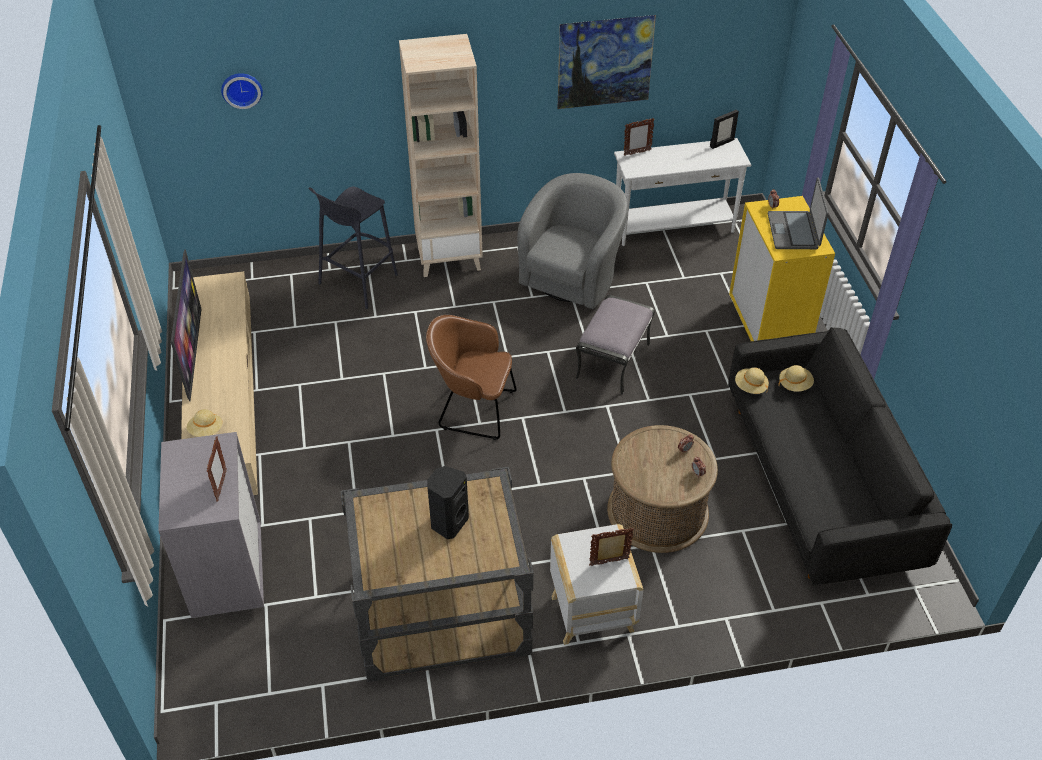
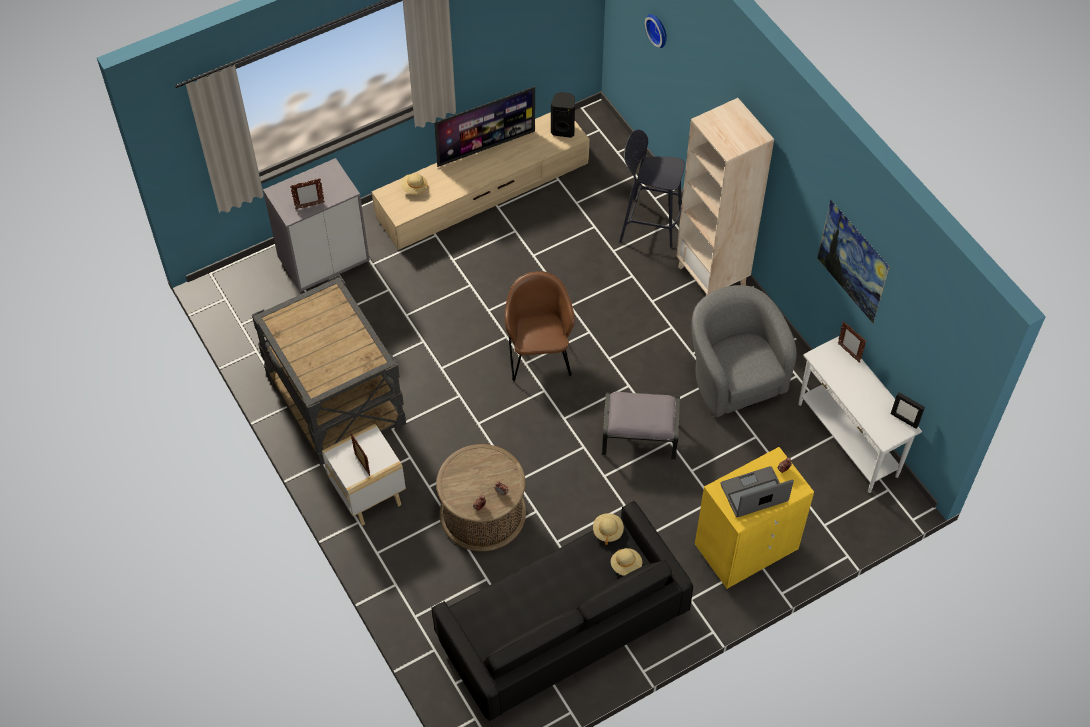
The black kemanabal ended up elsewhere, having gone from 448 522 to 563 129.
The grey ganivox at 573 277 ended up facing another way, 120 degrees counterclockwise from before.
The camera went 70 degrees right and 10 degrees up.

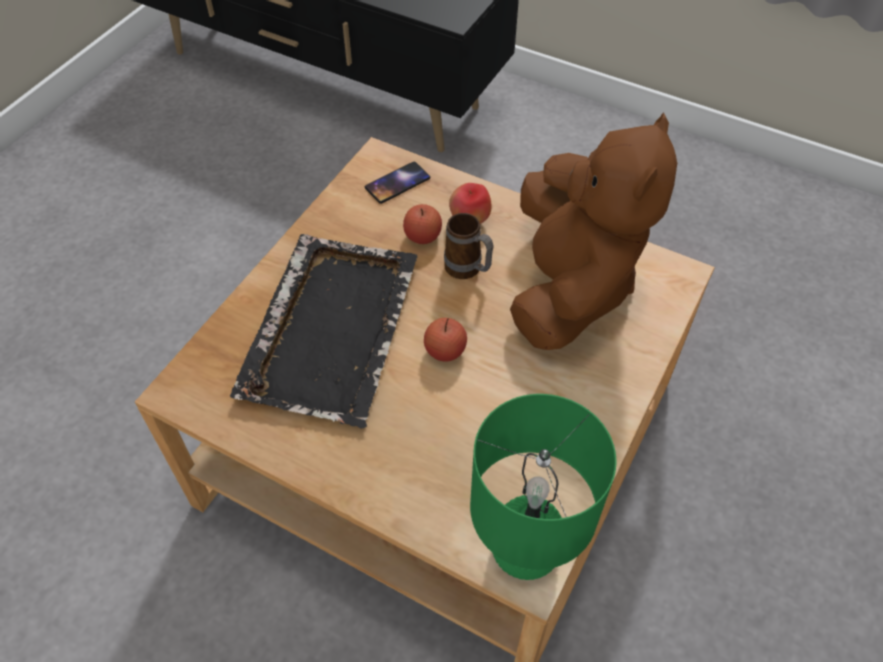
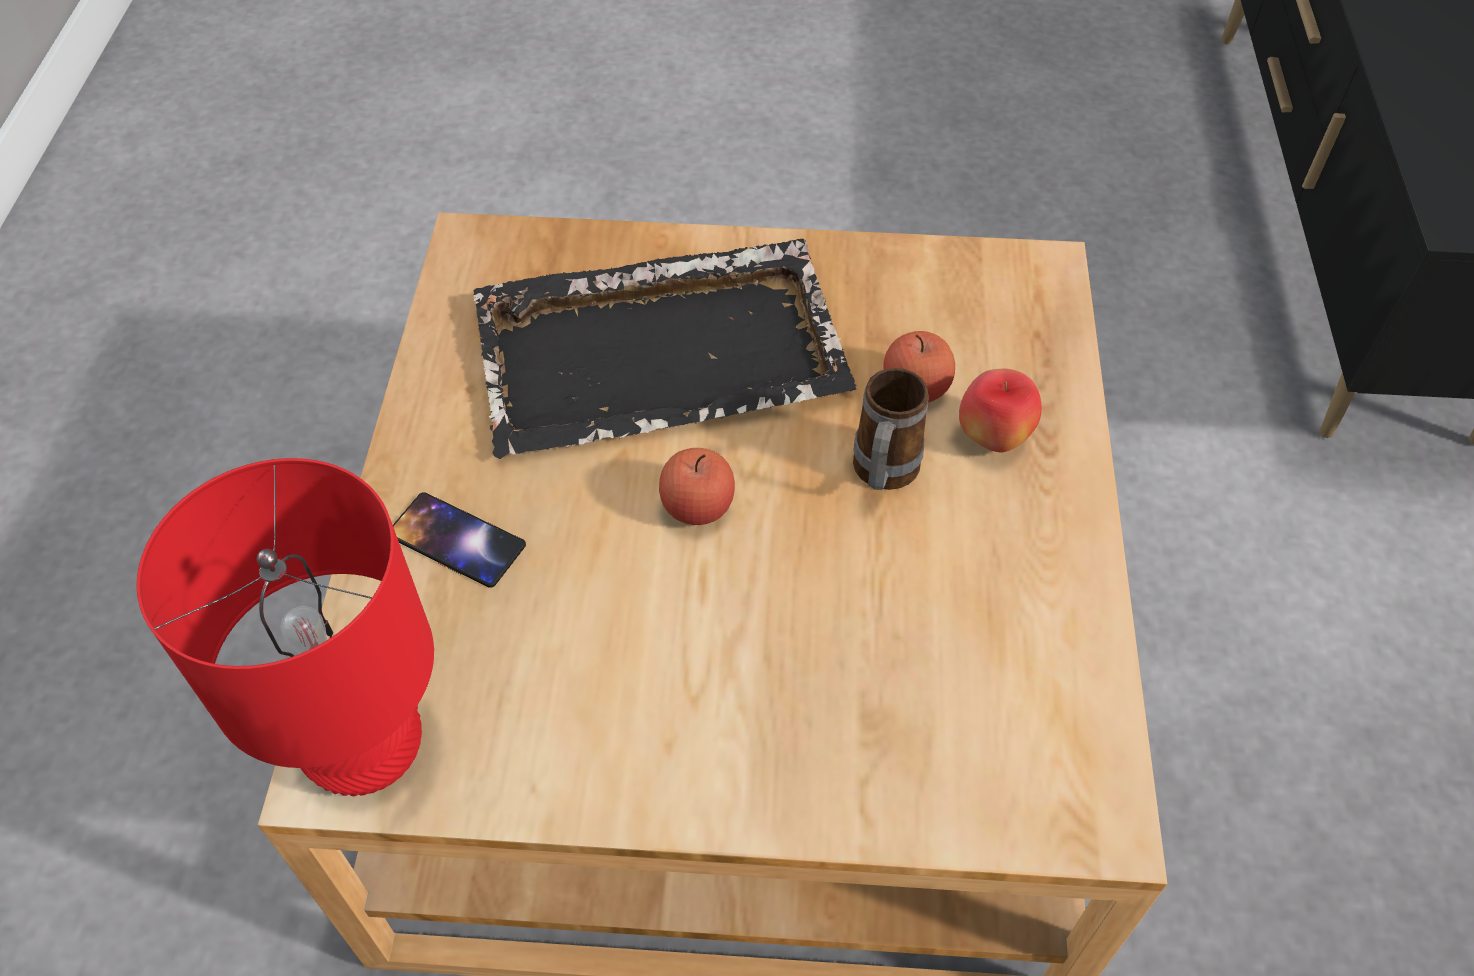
The second view lost the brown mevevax at 570 287.
The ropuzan ended up elsewhere, having gone from 397 183 to 456 540.
What was the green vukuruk at 528 551 turned into the red vukuruk at 369 755.
The camera went 65 degrees right and 0 degrees up.

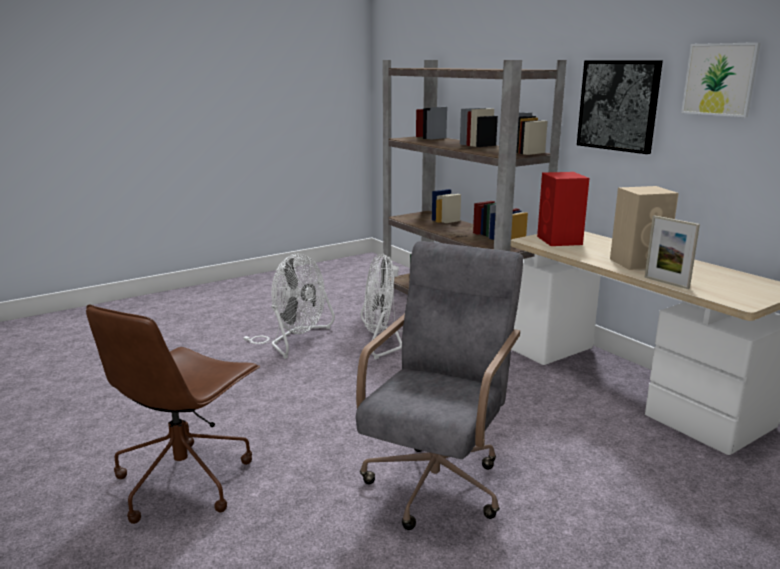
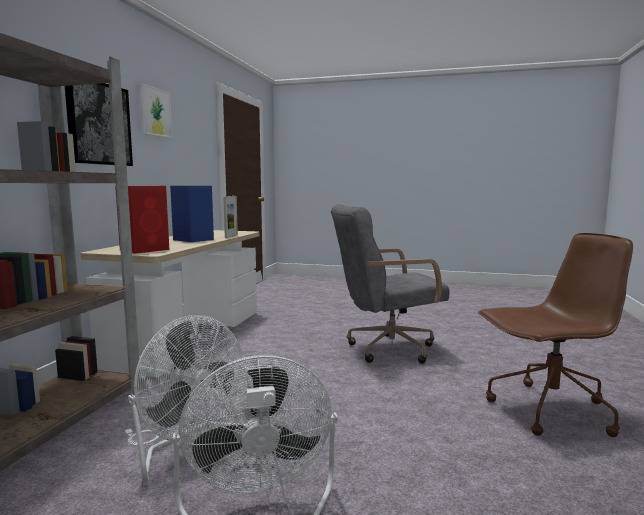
What was the beige kemanabal at 639 263 turned into the blue kemanabal at 192 239.
The camera went 130 degrees left and 10 degrees down.

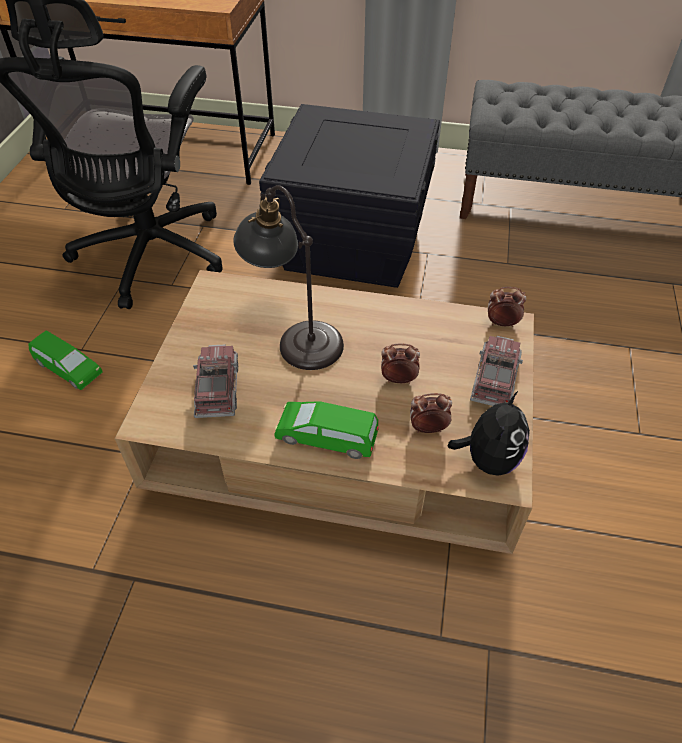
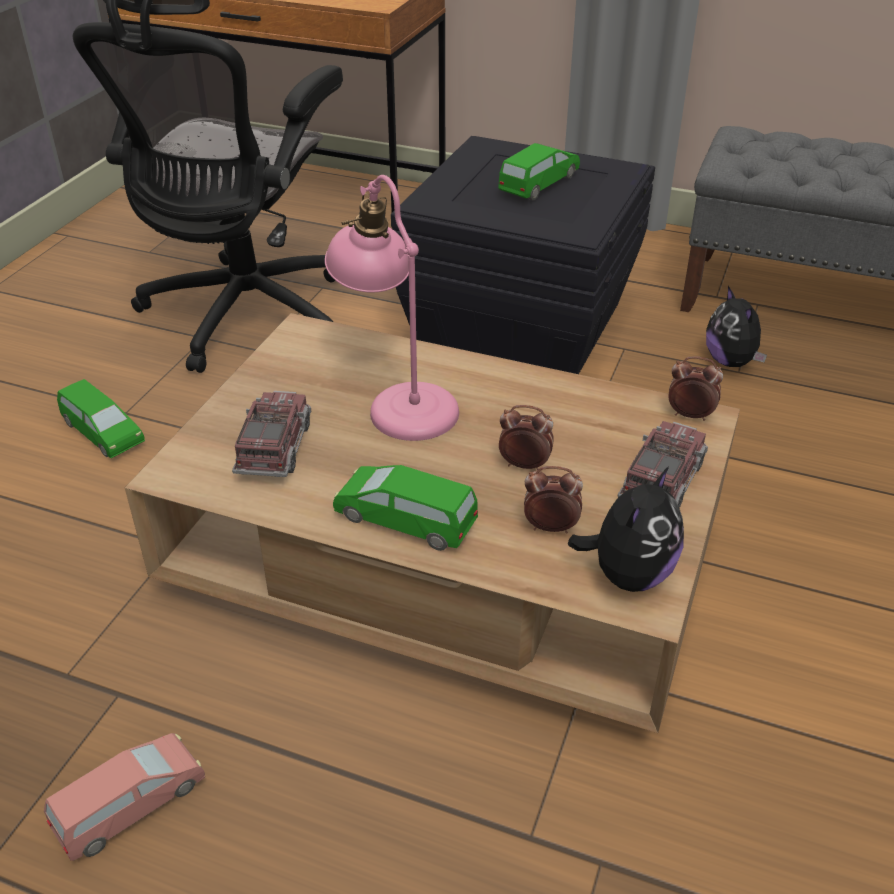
The second view gained the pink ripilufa at 130 805.
The second view gained the green ripilufa at 538 184.
The second view gained the mevevax at 731 361.
What was the grey vukuruk at 292 330 turned into the pink vukuruk at 394 393.
The camera went 10 degrees right and 10 degrees down.

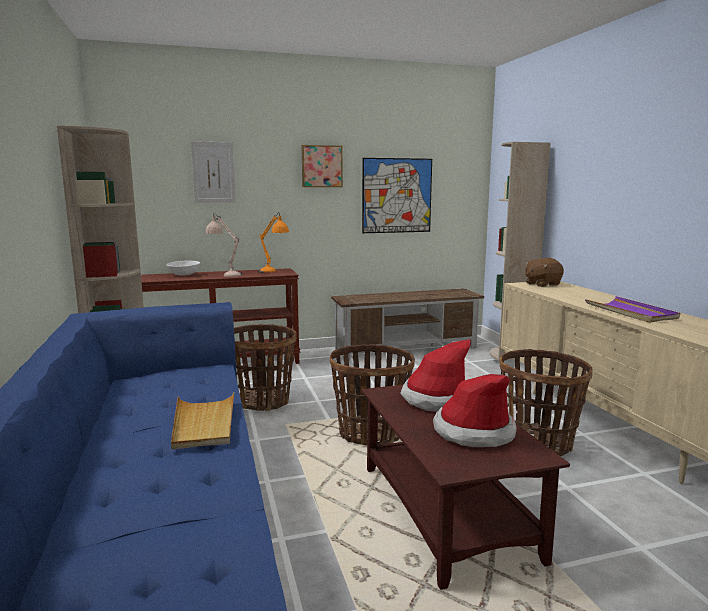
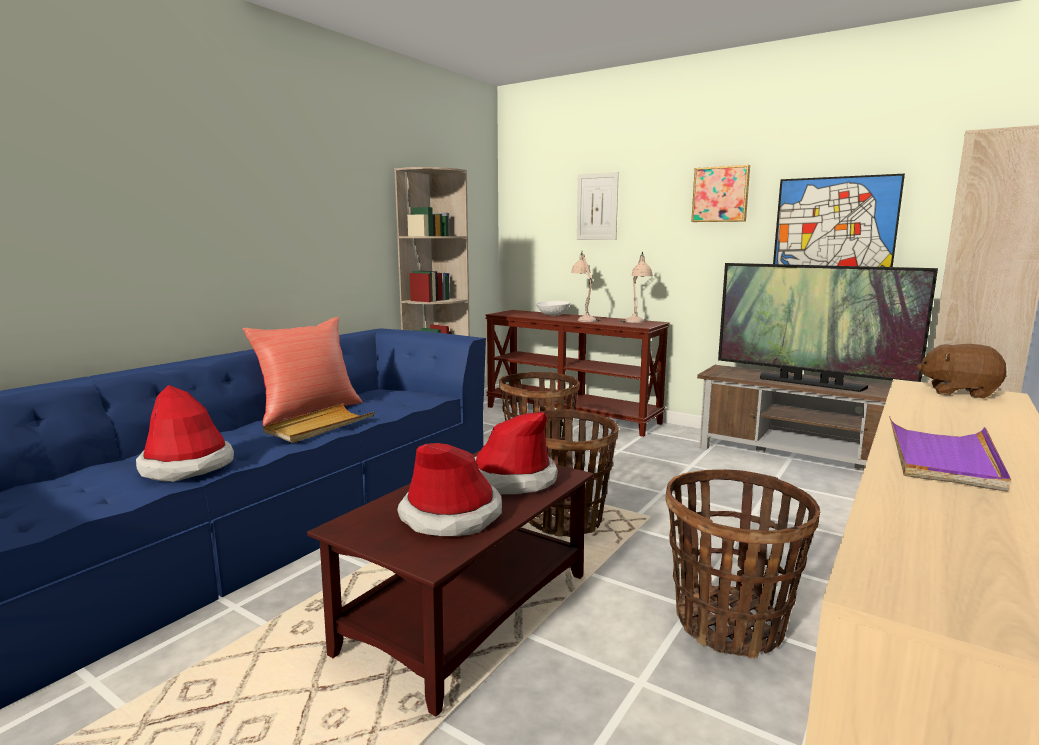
The second view gained the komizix at 187 466.
The second view gained the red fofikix at 308 411.
The second view gained the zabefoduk at 810 383.
What was the orange vukuruk at 273 272 turned into the beige vukuruk at 636 323.
The camera went 50 degrees right and 0 degrees up.

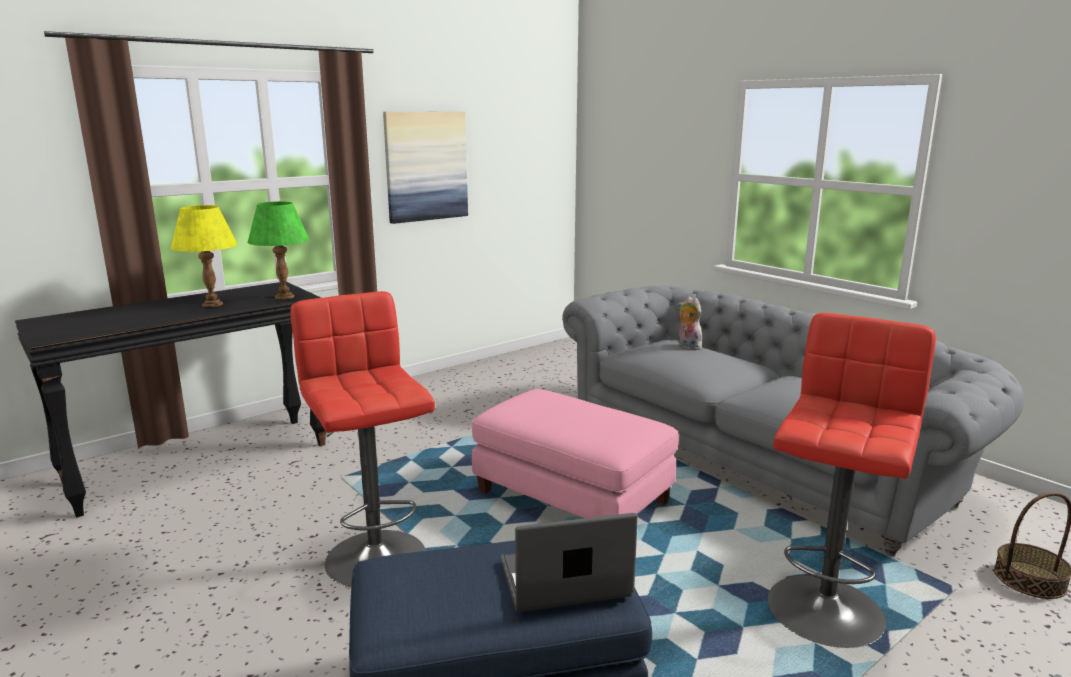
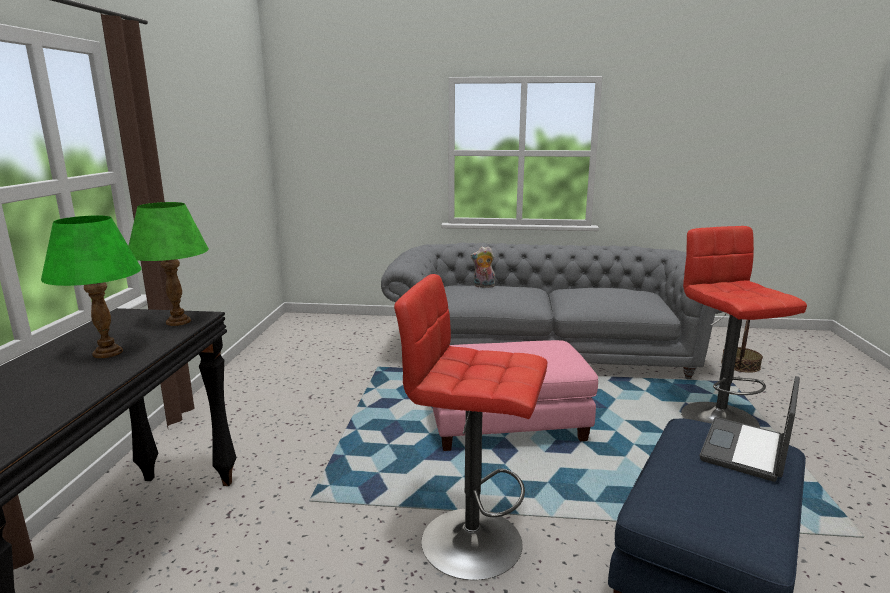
The second view lost the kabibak at 426 166.
What was the yellow vukuruk at 213 304 turned into the green vukuruk at 108 352.
The camera went 45 degrees left and 0 degrees up.

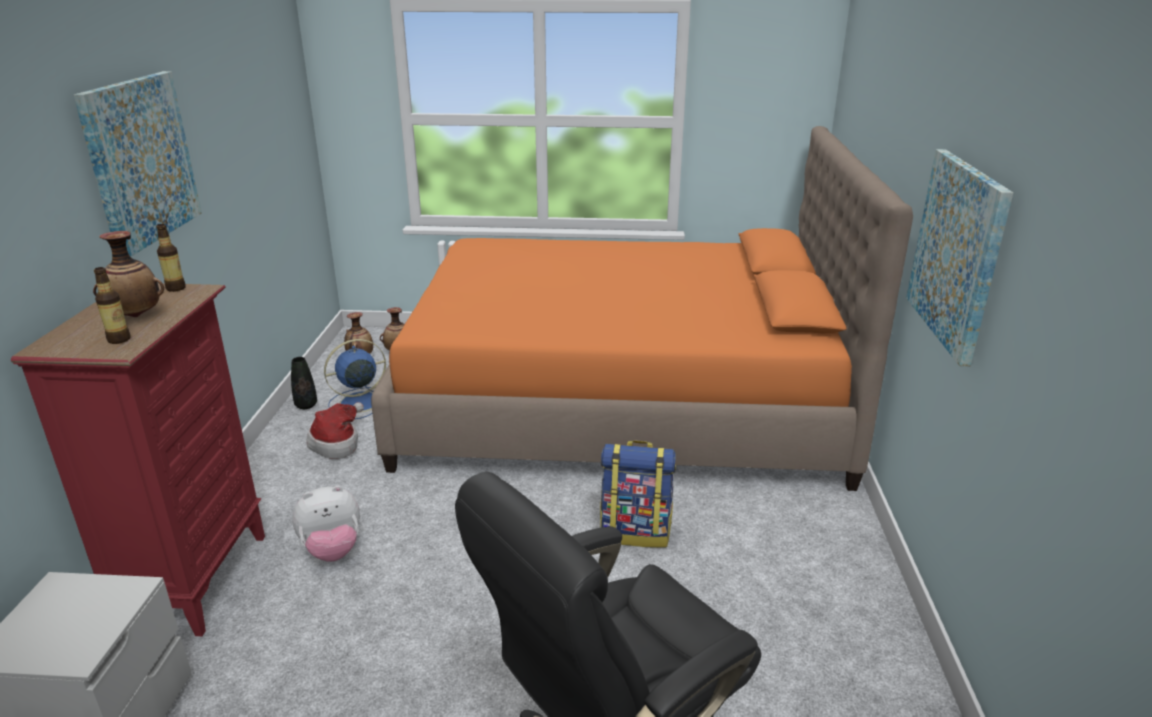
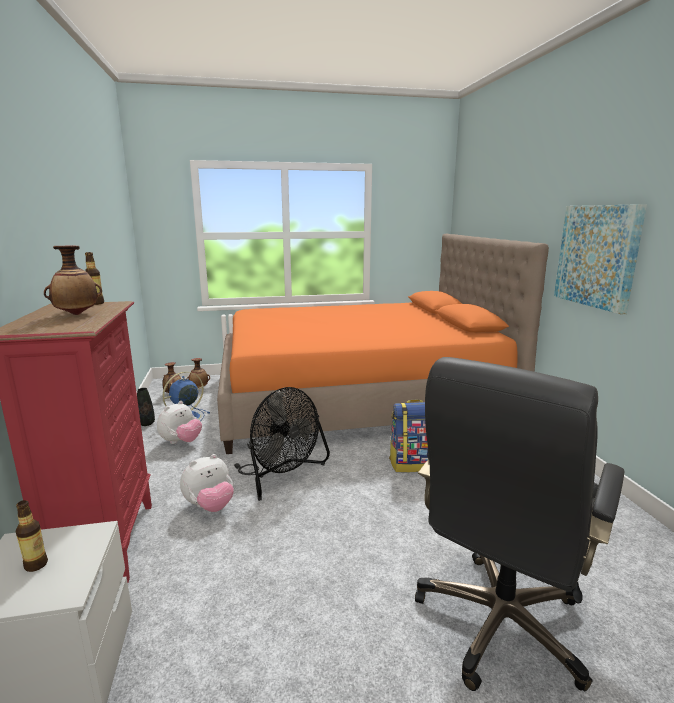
The second view lost the kabibak at 140 161.
The second view gained the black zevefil at 279 475.
The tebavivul ended up elsewhere, having gone from 119 339 to 36 565.
Where the komizix stood at 338 443, the mevevax came to stand at 181 442.
The camera went 15 degrees left and 10 degrees down.

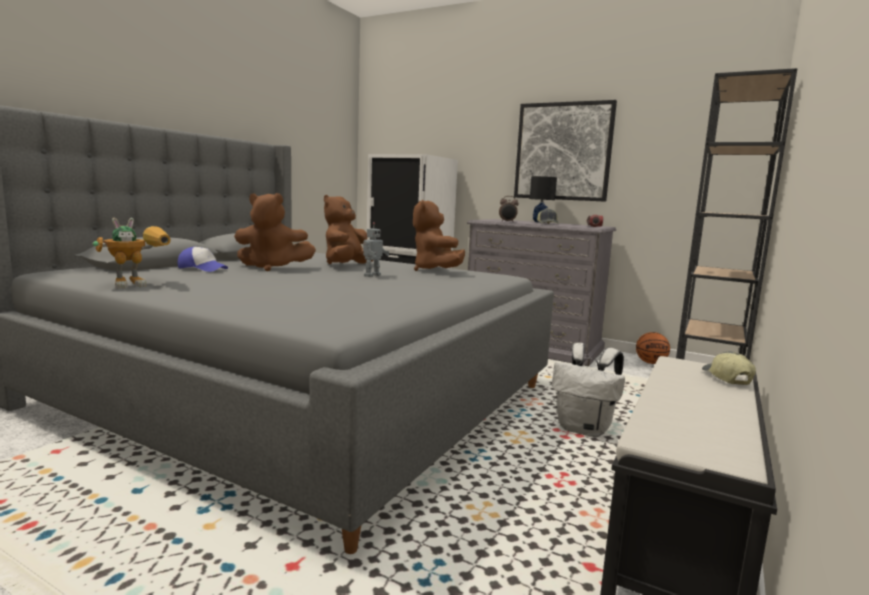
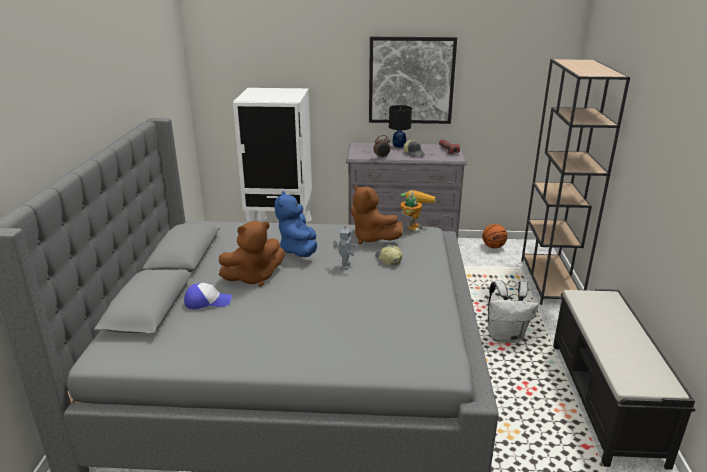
The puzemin ended up elsewhere, having gone from 140 284 to 413 226.
The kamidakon ended up elsewhere, having gone from 726 378 to 388 259.
What was the brown mevevax at 347 265 turned into the blue mevevax at 299 250.
The camera went 25 degrees left and 15 degrees up.

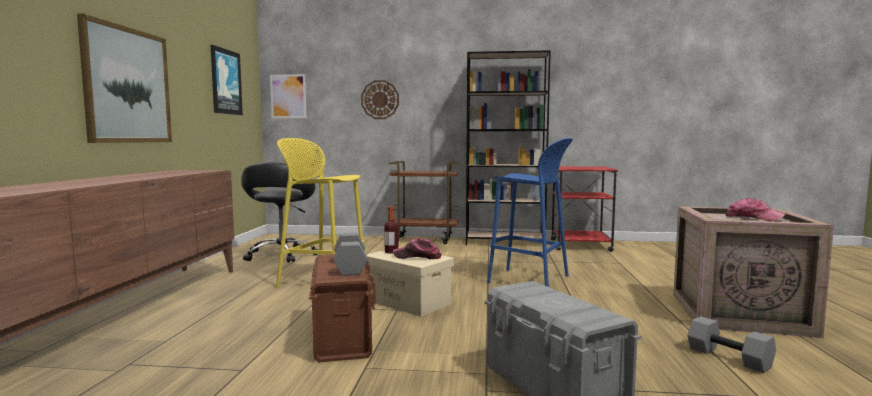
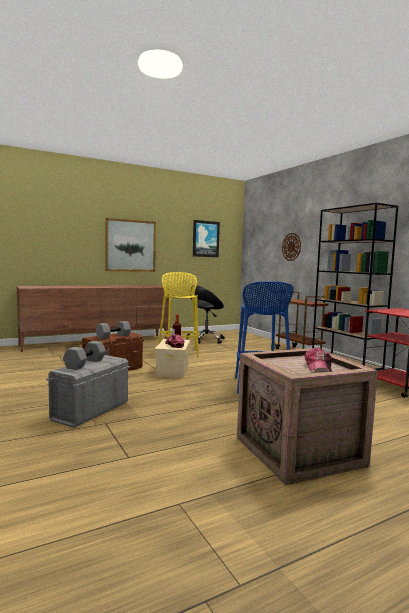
The second view lost the kabibak at 288 96.
The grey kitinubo ended up elsewhere, having gone from 730 357 to 85 364.
The camera went 55 degrees right and 0 degrees up.

